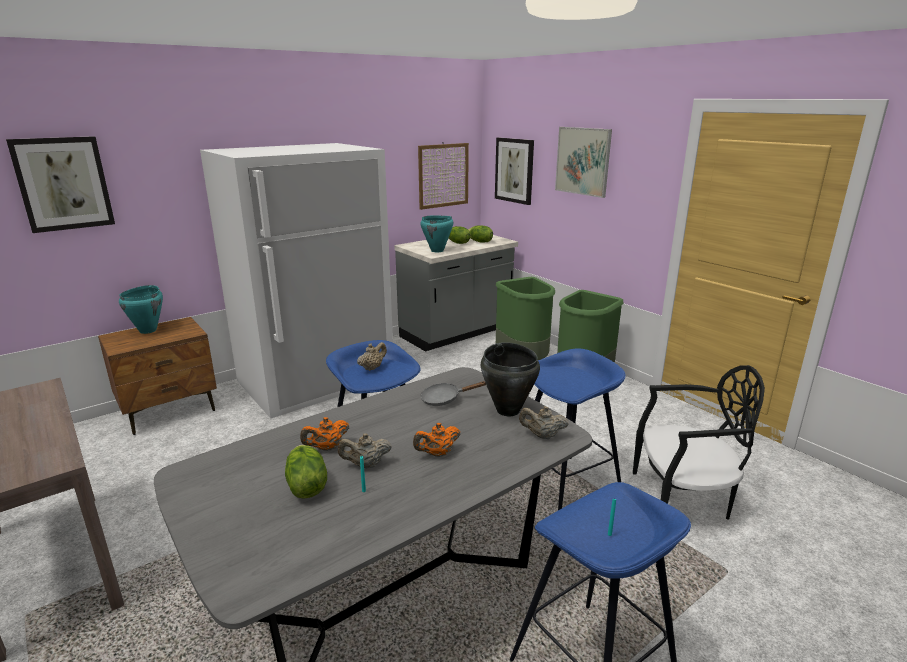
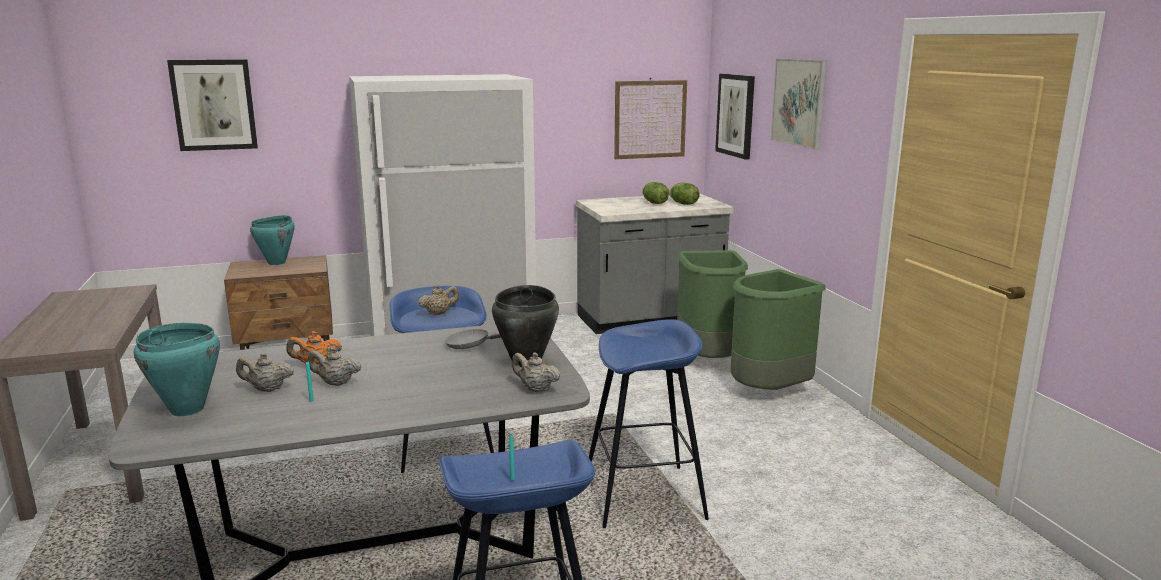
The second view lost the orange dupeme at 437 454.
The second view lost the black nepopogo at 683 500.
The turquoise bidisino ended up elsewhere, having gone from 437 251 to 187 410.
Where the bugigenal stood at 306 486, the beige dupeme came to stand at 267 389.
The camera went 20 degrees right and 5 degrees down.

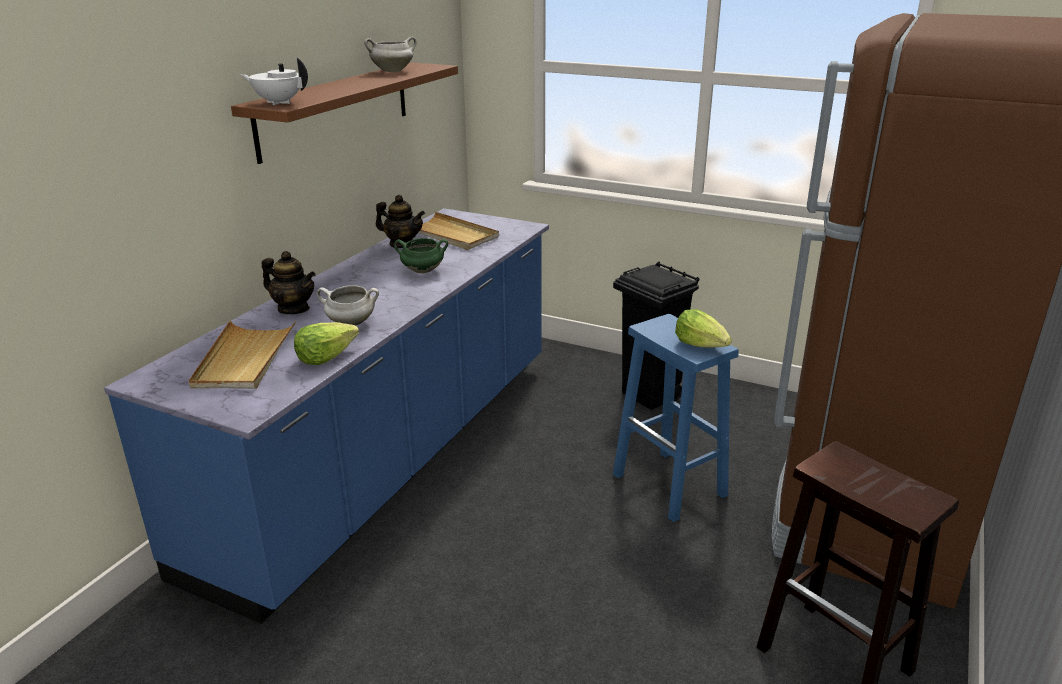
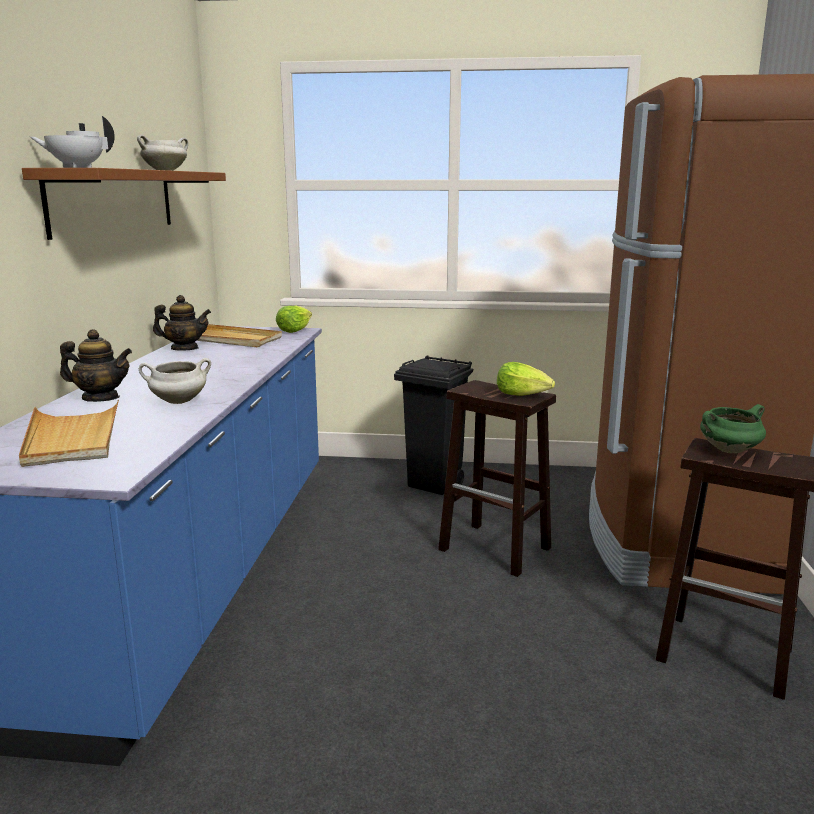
The bugigenal ended up elsewhere, having gone from 326 357 to 294 330.
The green bidisino ended up elsewhere, having gone from 422 271 to 729 451.
What was the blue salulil at 670 486 turned into the brown salulil at 496 549.
The camera went 20 degrees left and 10 degrees down.

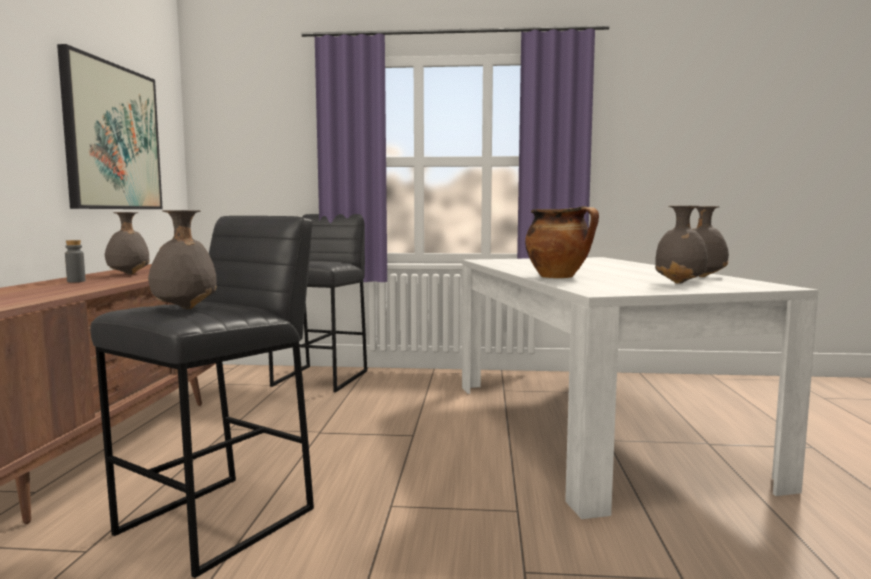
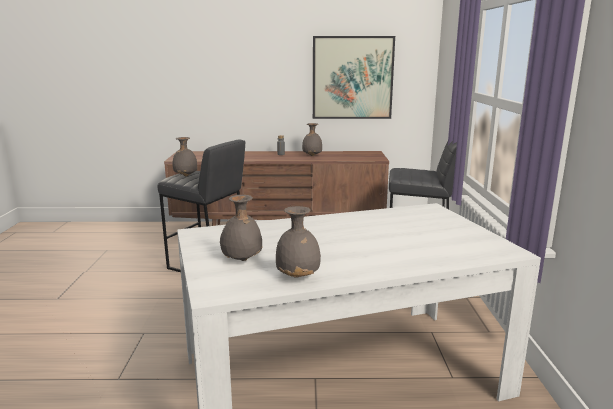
The second view lost the bidisino at 559 277.
The camera went 85 degrees right and 10 degrees up.

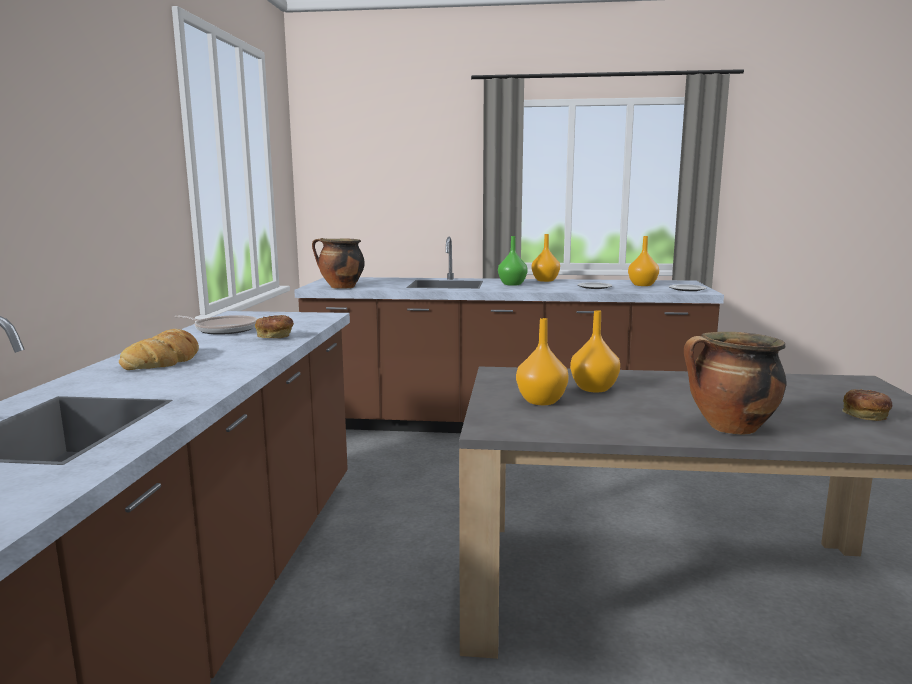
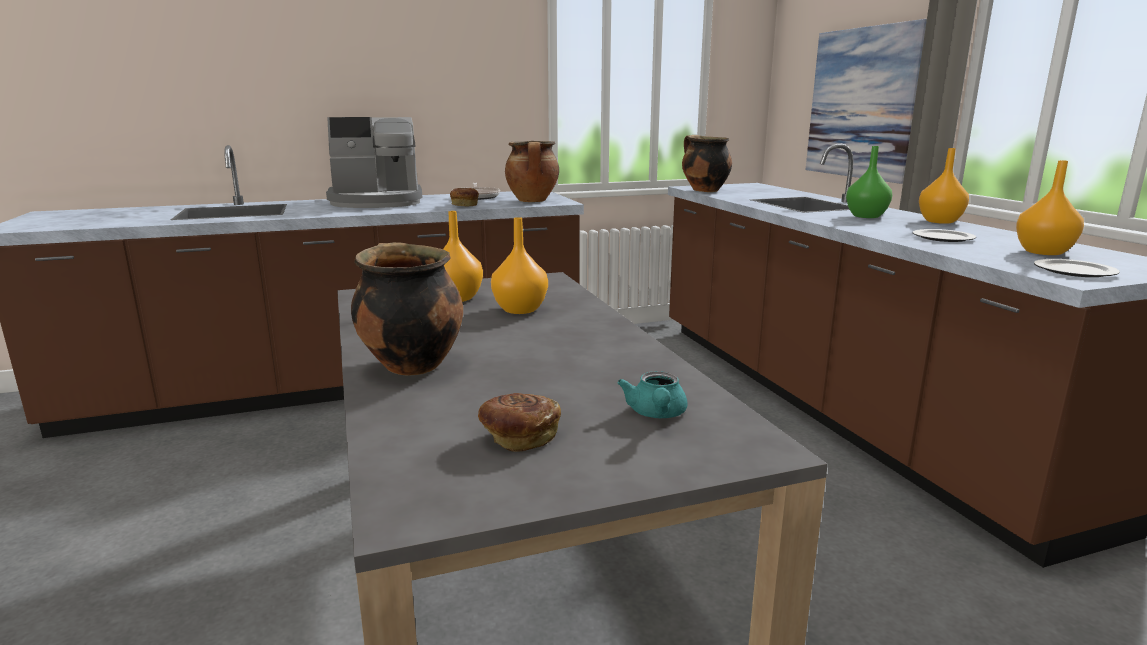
The second view gained the bidisino at 533 201.
The second view gained the turquoise dupeme at 656 414.
The second view gained the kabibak at 862 103.
Where the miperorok stood at 166 359, the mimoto came to stand at 377 202.
The camera went 65 degrees right and 5 degrees up.

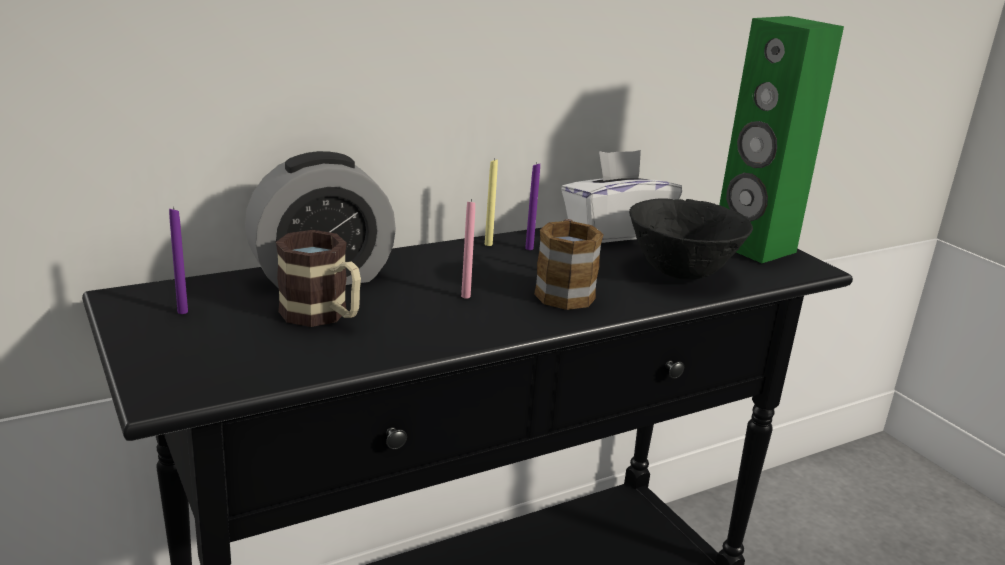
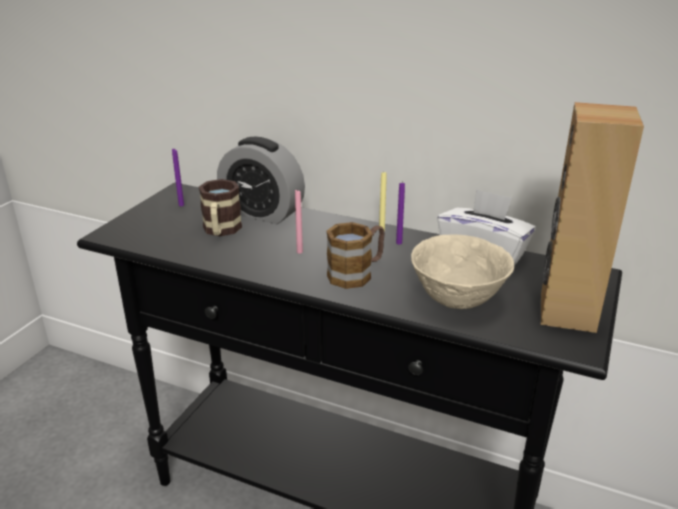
What was the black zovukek at 682 273 turned into the beige zovukek at 457 301.
What was the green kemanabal at 753 247 turned into the brown kemanabal at 566 312.
The camera went 55 degrees right and 5 degrees up.

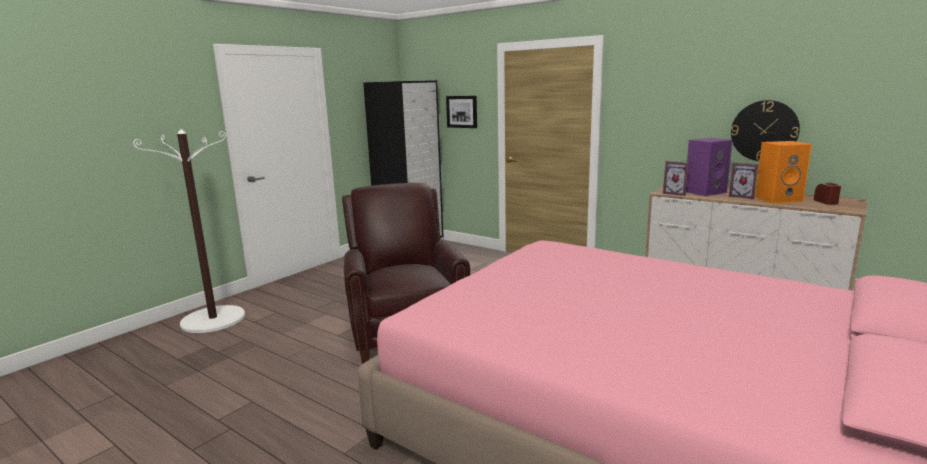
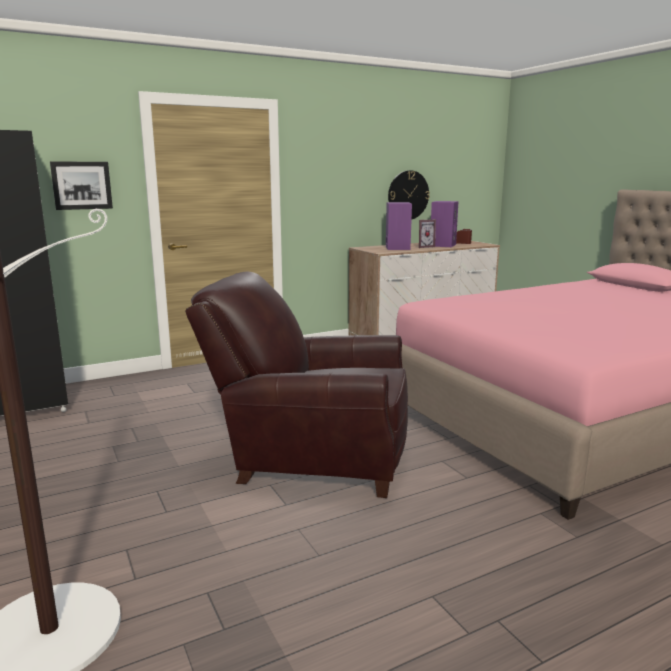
The second view lost the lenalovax at 676 193.
What was the orange kemanabal at 778 199 turned into the purple kemanabal at 442 245.
The camera went 65 degrees left and 0 degrees up.

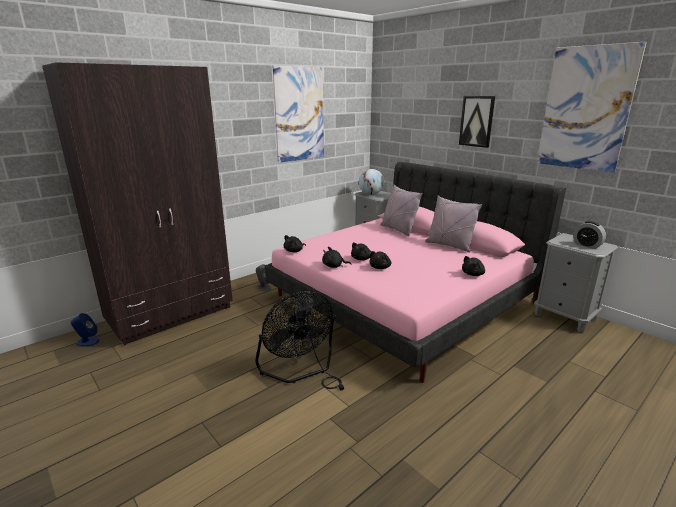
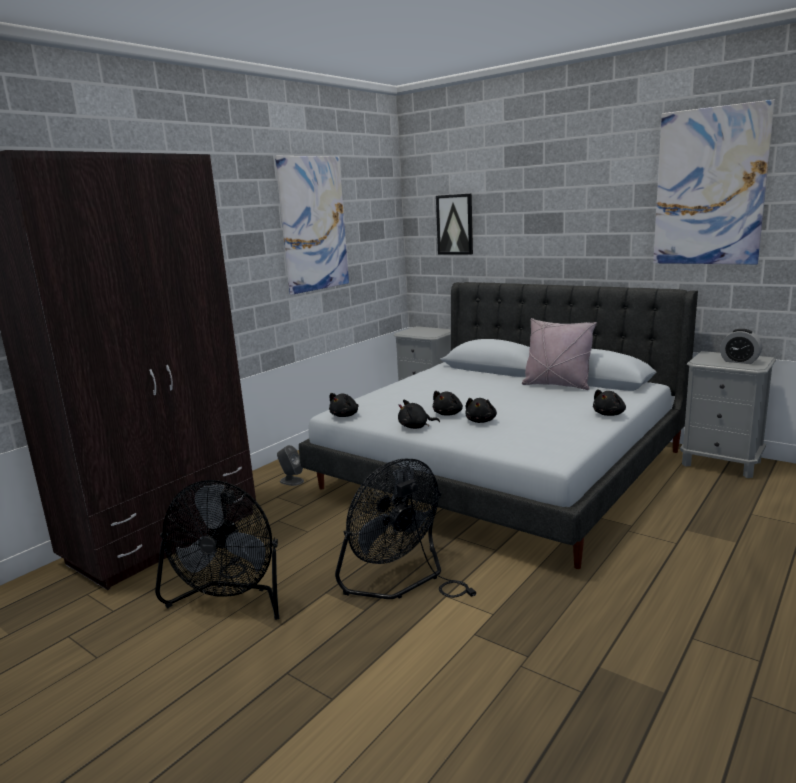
The second view lost the blue kemanabal at 87 342.
The second view lost the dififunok at 371 194.
The second view lost the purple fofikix at 398 230.
The second view gained the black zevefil at 229 597.
The kabibak ended up elsewhere, having gone from 476 121 to 455 224.
What was the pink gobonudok at 404 299 turned into the grey gobonudok at 503 470.
The camera went 10 degrees left and 5 degrees down.

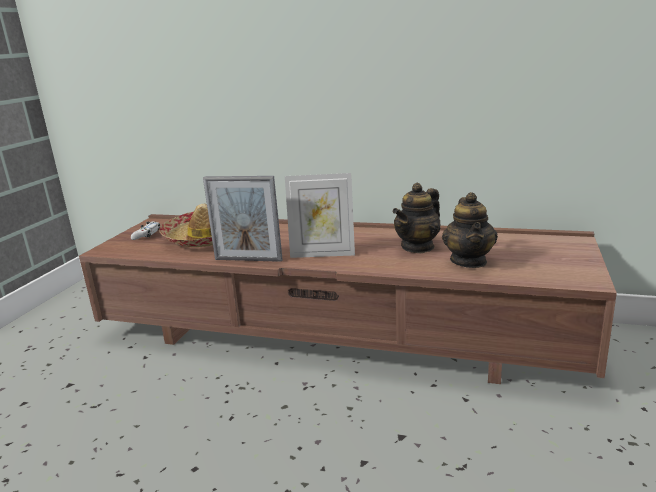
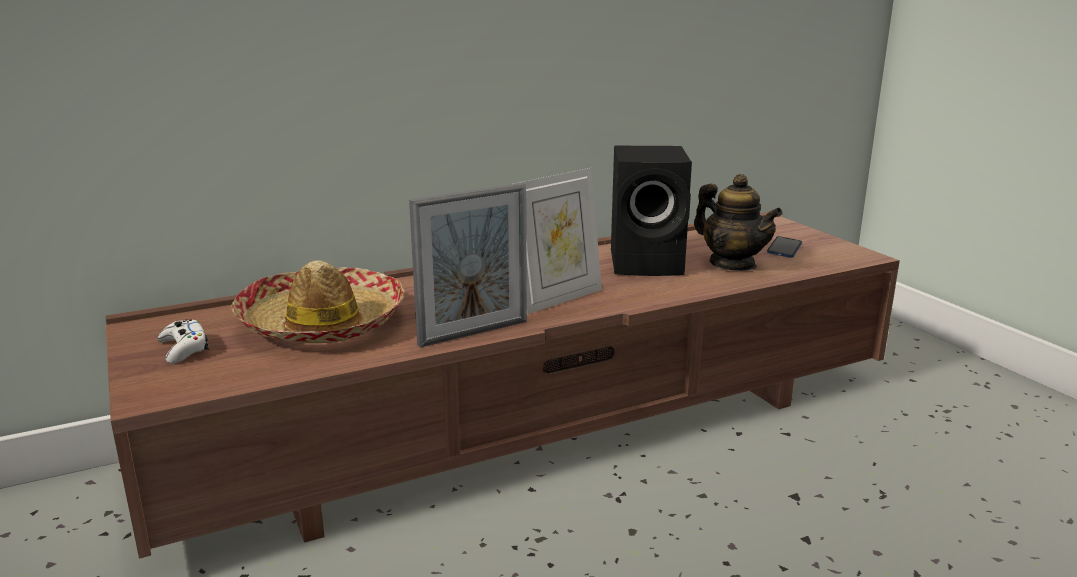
The second view gained the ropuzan at 784 248.
Where the dupeme stood at 418 247, the black kemanabal came to stand at 649 263.
The camera went 45 degrees left and 0 degrees up.

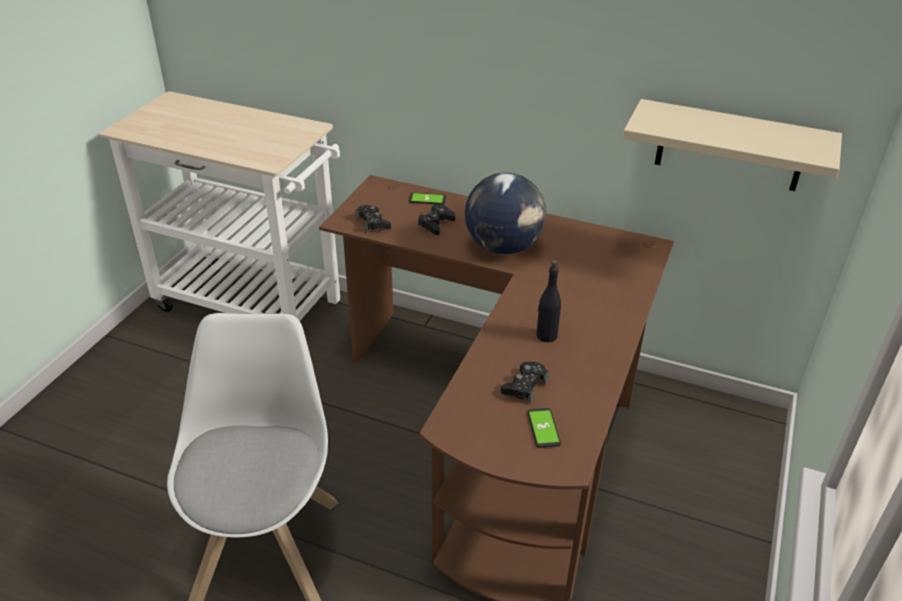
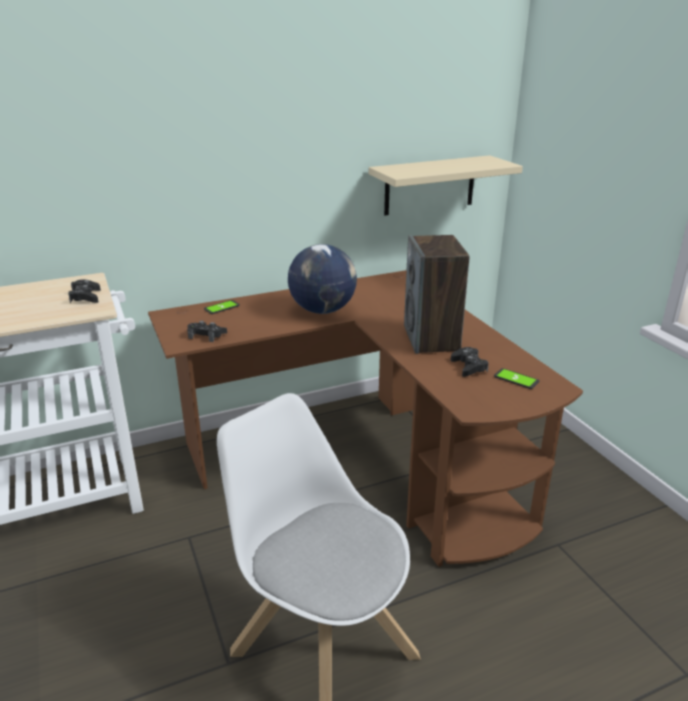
The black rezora ended up elsewhere, having gone from 436 224 to 85 297.
Where the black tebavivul stood at 546 335, the kemanabal came to stand at 431 339.
The camera went 45 degrees left and 10 degrees down.

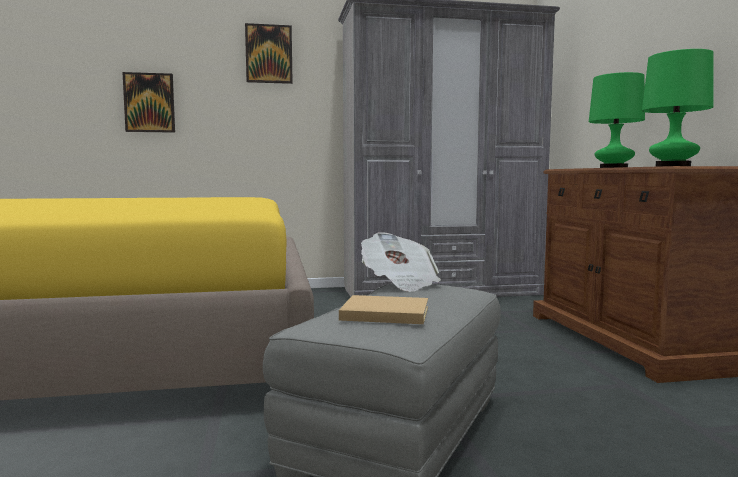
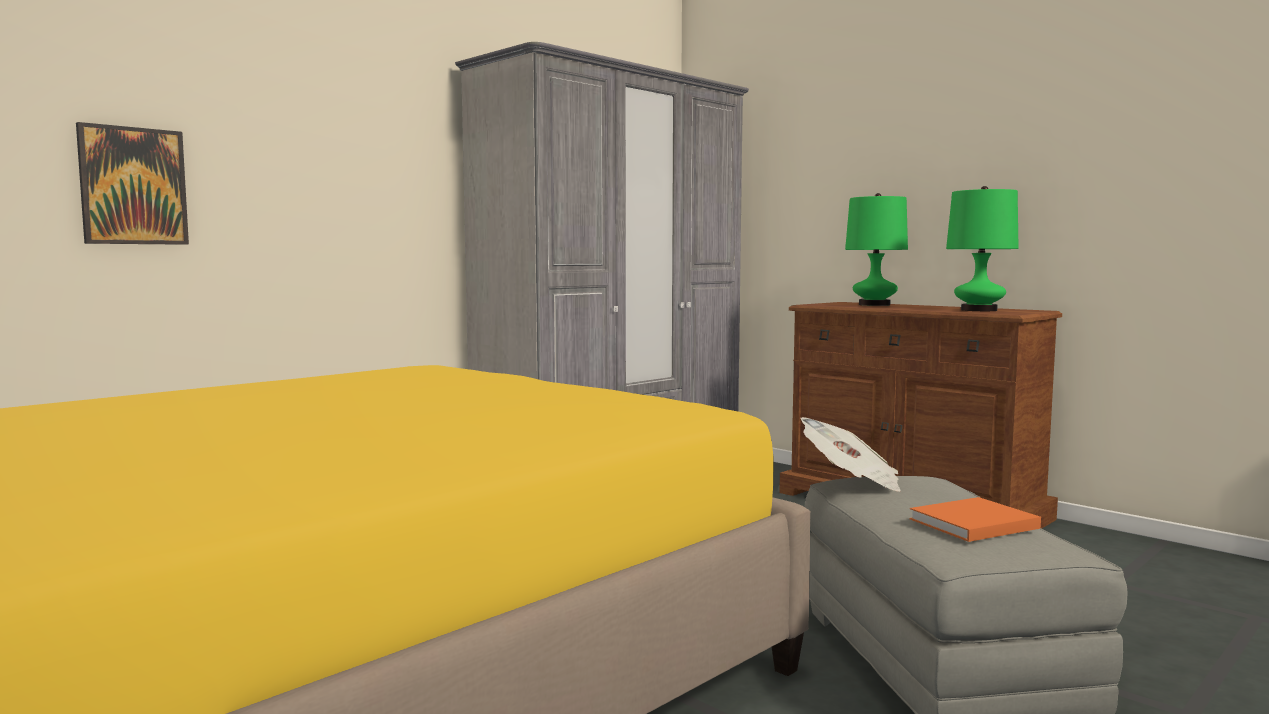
The second view lost the kabibak at 269 54.
What was the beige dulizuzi at 382 313 turned into the orange dulizuzi at 971 524.
The camera went 35 degrees left and 0 degrees up.

